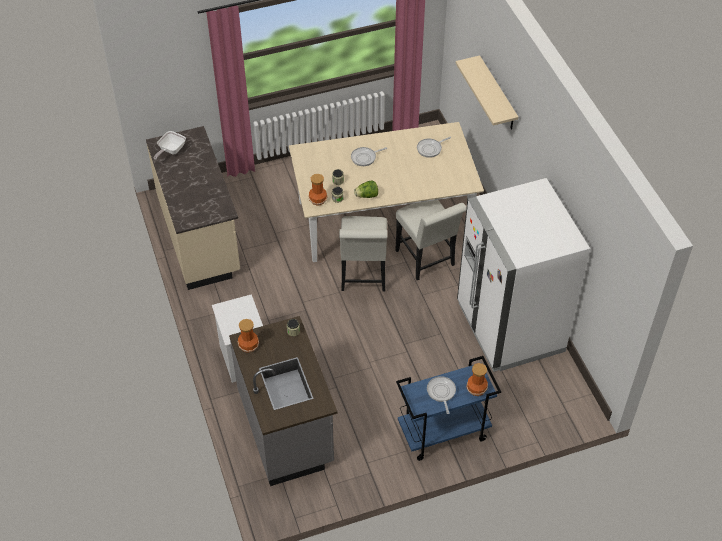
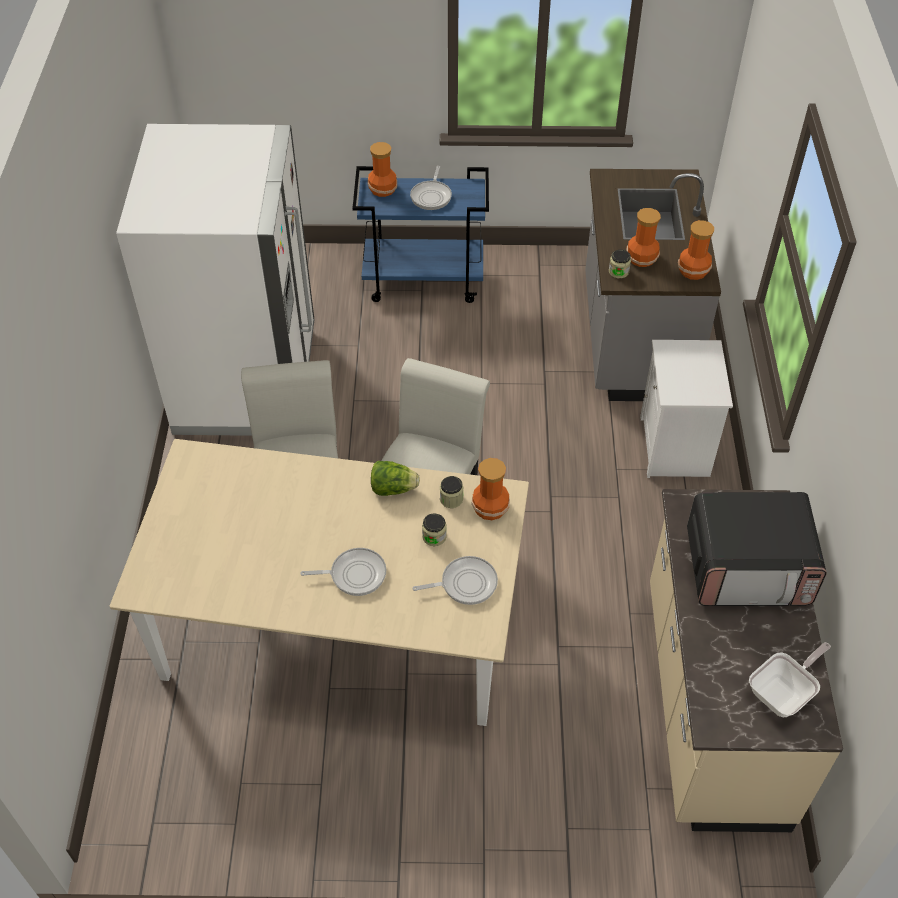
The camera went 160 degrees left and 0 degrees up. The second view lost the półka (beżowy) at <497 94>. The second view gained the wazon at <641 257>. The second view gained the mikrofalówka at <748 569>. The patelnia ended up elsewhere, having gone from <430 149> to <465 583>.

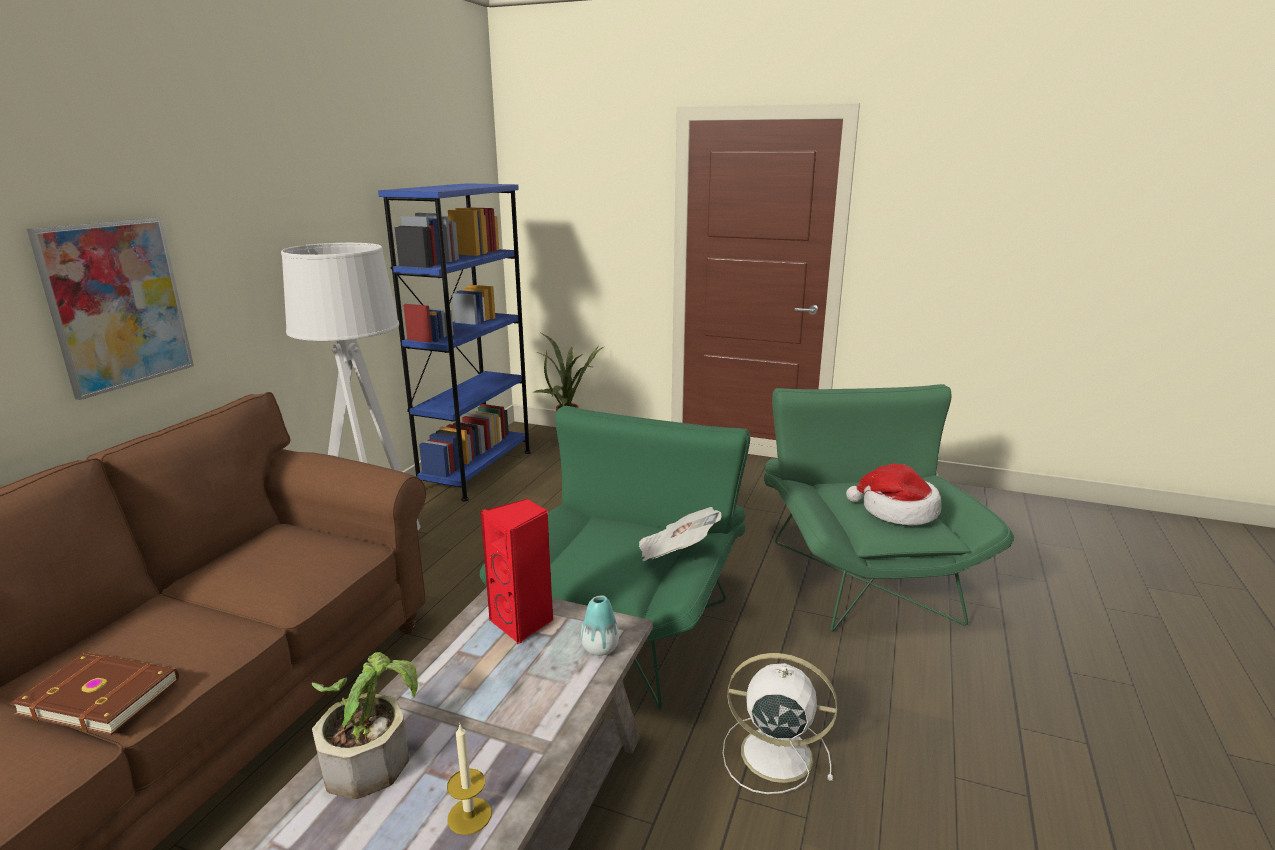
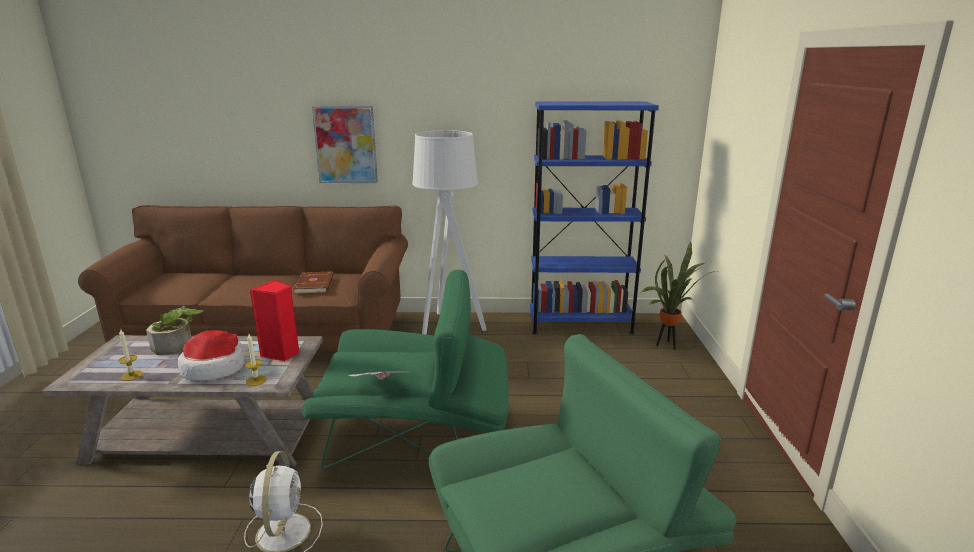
The camera went 70 degrees right and 0 degrees up. The książka (brązowy) ended up elsewhere, having gone from <101 695> to <315 285>. The kapelusz ended up elsewhere, having gone from <897 511> to <214 368>. Where the wazon stood at <600 648>, the świeca came to stand at <256 380>.

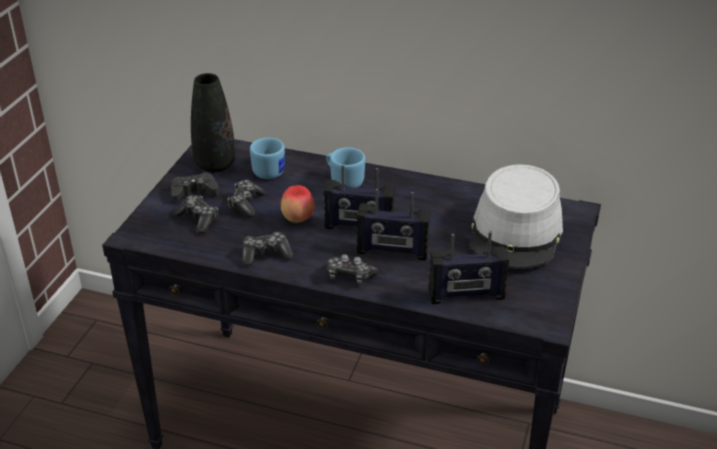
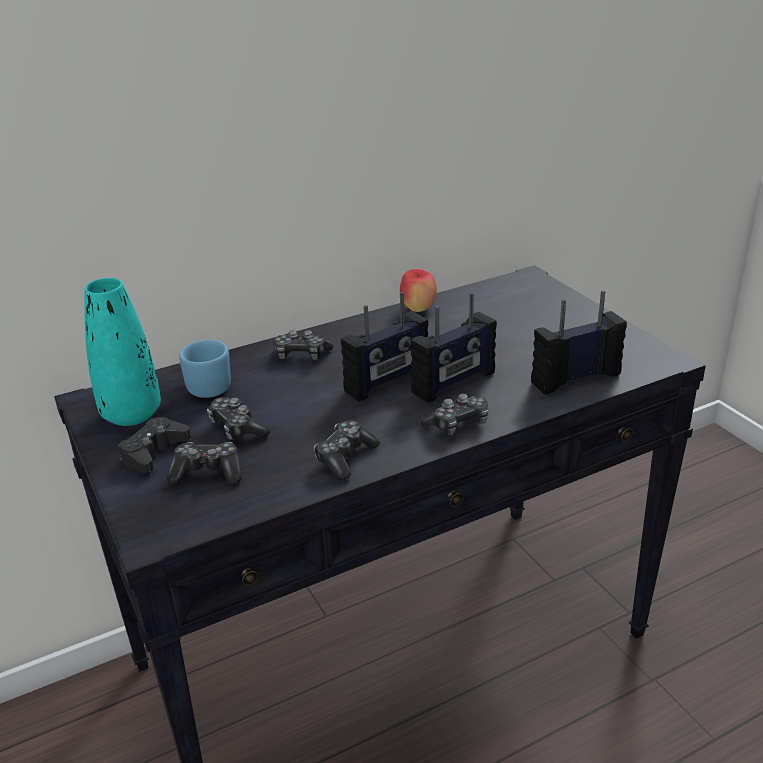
The camera went 45 degrees left and 5 degrees down. The second view lost the kapelusz (szary) at <516 232>. The jabłko ended up elsewhere, having gone from <298 219> to <418 309>. Where the kubek (niebieski) stood at <344 180>, the pad do gier came to stand at <301 355>. What was the wazon (czarny) at <215 165> turned into the wazon (turkusowy) at <132 414>. The radio at <466 295> ended up facing another way, 150 degrees counterclockwise from before.

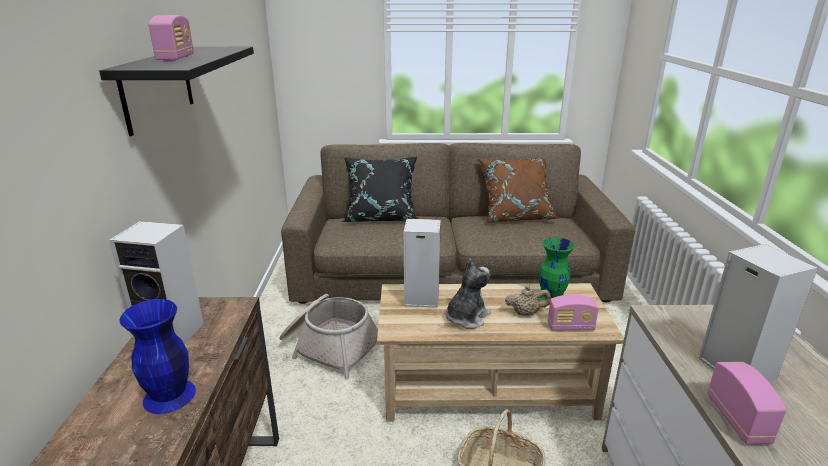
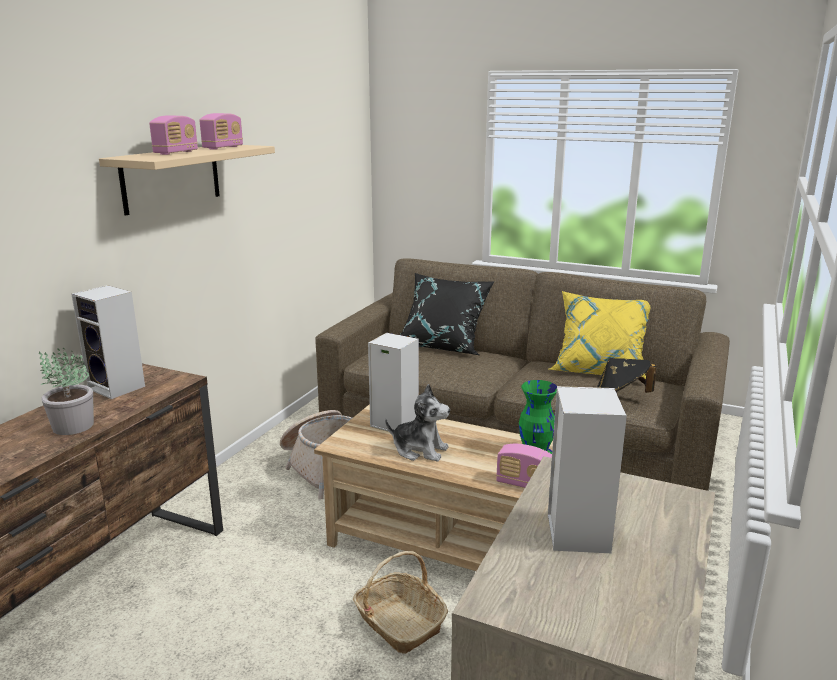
The camera went 25 degrees right and 5 degrees down. The second view lost the imbryk (beżowy) at <526 313>. The second view gained the kapelusz (czarny) at <621 396>. The radio ended up elsewhere, having gone from <737 419> to <223 148>. Where the wazon (niebieski) stood at <168 396>, the roślina doniczkowa came to stand at <72 426>. What was the półka (czarny) at <158 87> turned into the półka (beżowy) at <171 178>. What was the poduszka (brązowy) at <515 216> turned into the poduszka (żółty) at <600 370>. The pluszak at <466 318> ended up facing another way, 45 degrees clockwise from before.

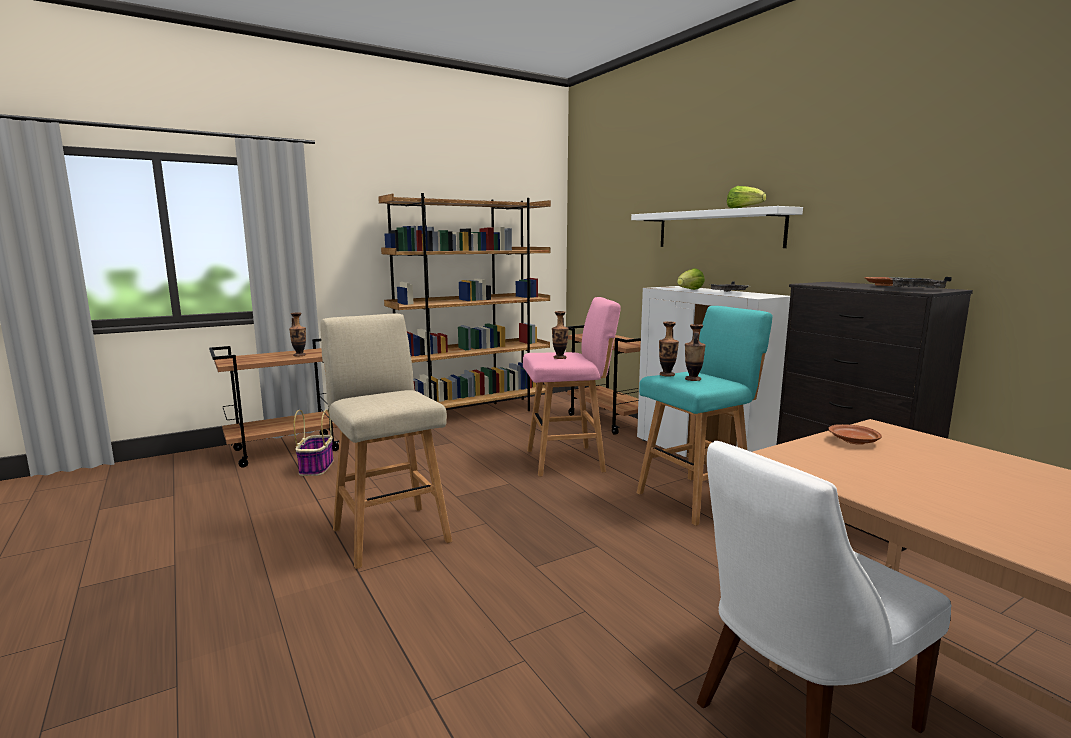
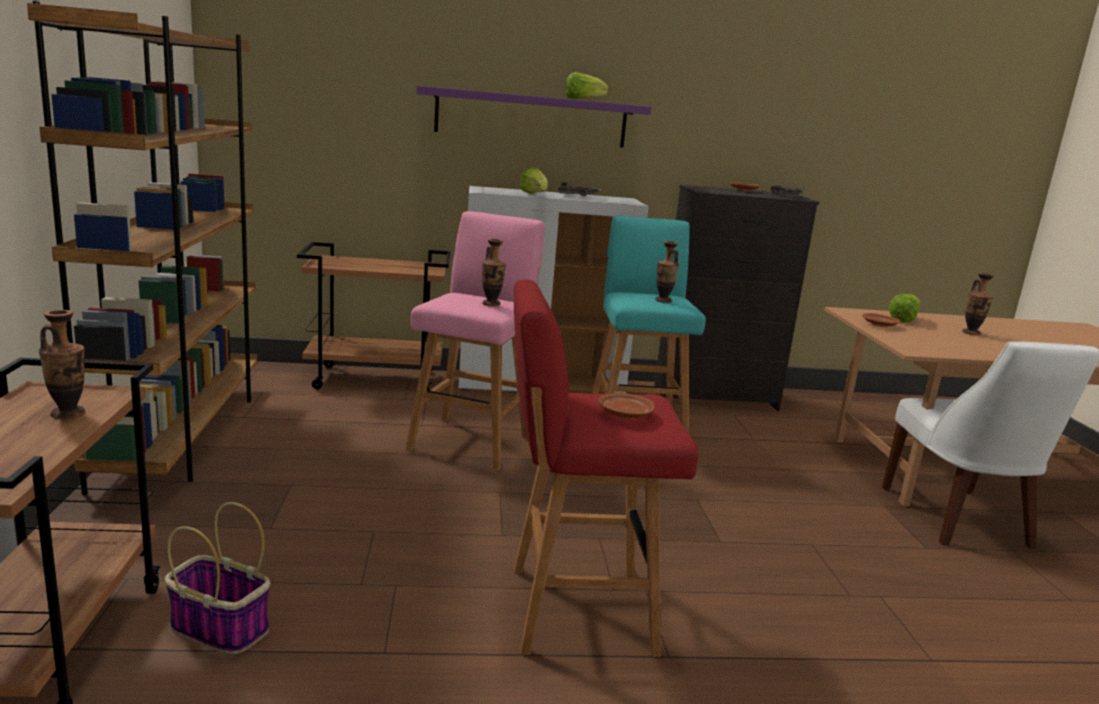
The camera went 65 degrees left and 5 degrees up. The second view gained the talerz (brązowy) at <624 414>. The second view gained the sałata at <903 320>. The wazon ended up elsewhere, having gone from <667 375> to <971 333>. What was the stołek (beżowy) at <390 533> turned into the stołek (czerwony) at <574 609>. What was the półka (biały) at <718 229> turned into the półka (fioletowy) at <531 118>.

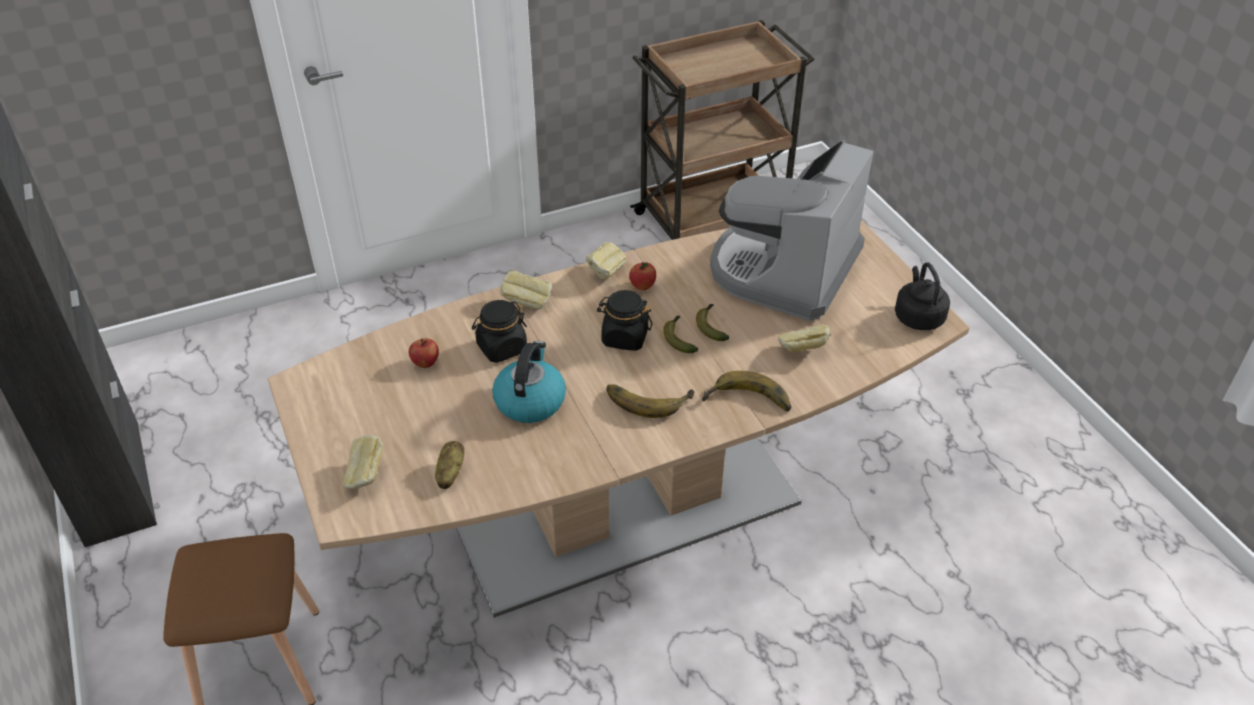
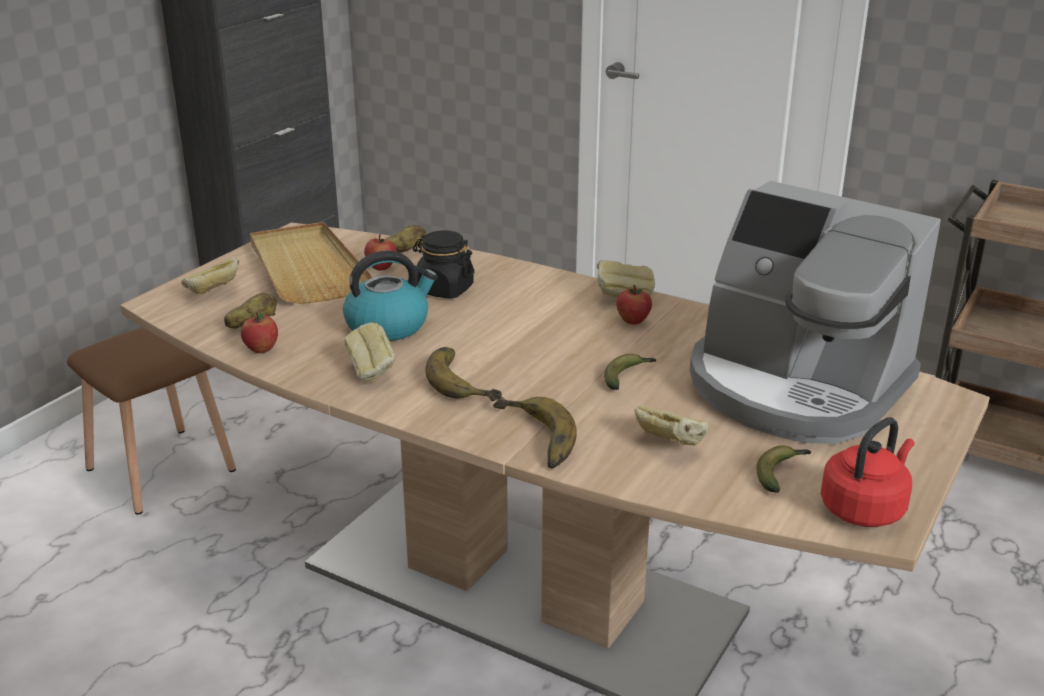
The camera went 55 degrees right and 15 degrees down. The second view lost the słoik (czarny) at <624 337>. The second view gained the jabłko at <261 349>. The second view gained the taca (beżowy) at <306 268>. The second view gained the ziemniak at <403 252>. The chleb ended up elsewhere, having gone from <527 303> to <372 373>. The banan ended up elsewhere, having gone from <679 338> to <781 473>. What was the czajnik (czarny) at <918 316> turned into the czajnik (czerwony) at <865 508>. The ekspres do kawy at <784 269> ended up facing another way, 135 degrees counterclockwise from before.

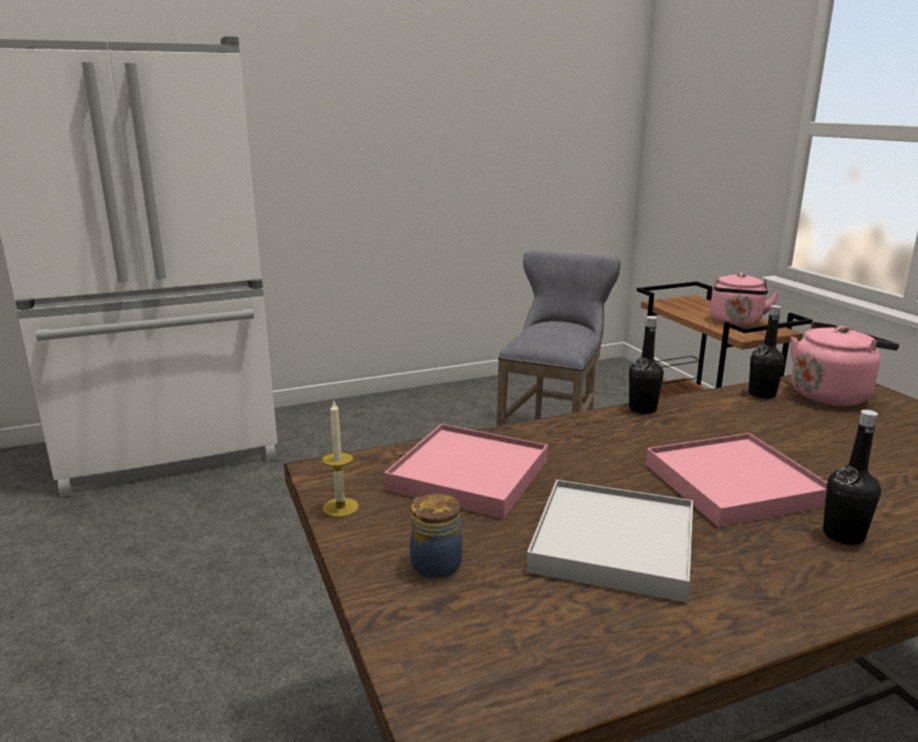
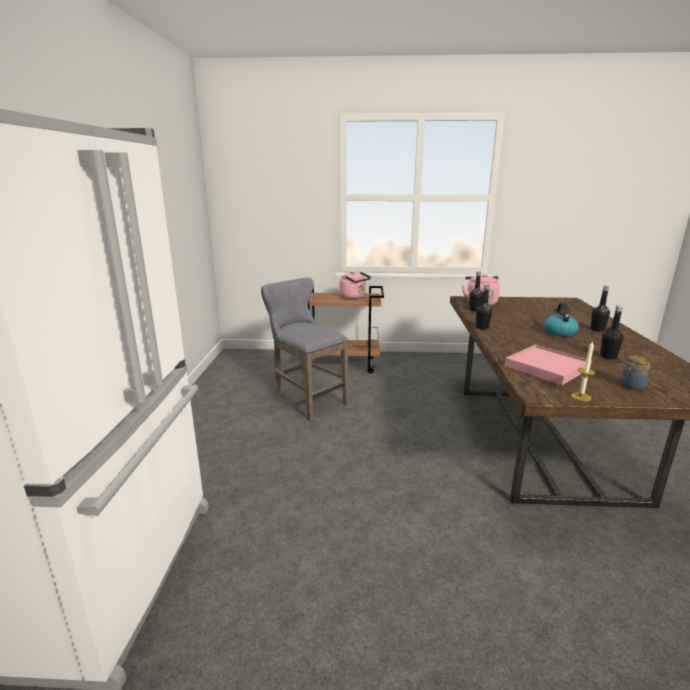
The camera went 65 degrees left and 0 degrees up. Where the taca (biały) stood at <613 543>, the butelka (czarny) came to stand at <608 357>. Where the taca (różowy) stood at <733 484>, the czajnik came to stand at <559 332>.

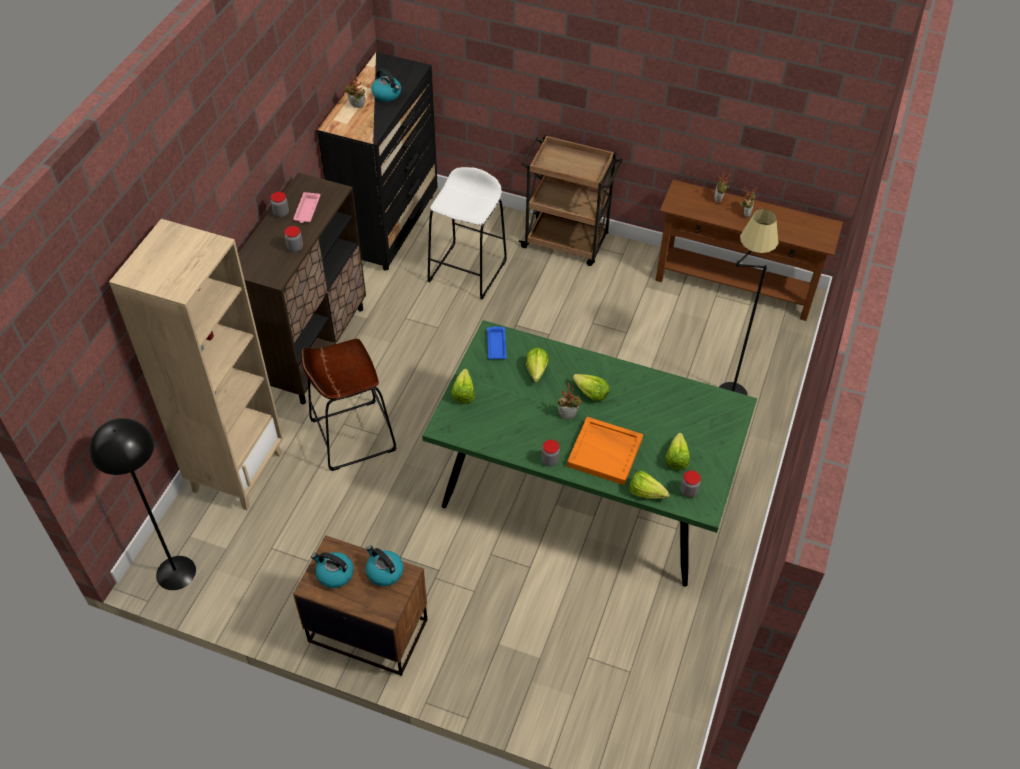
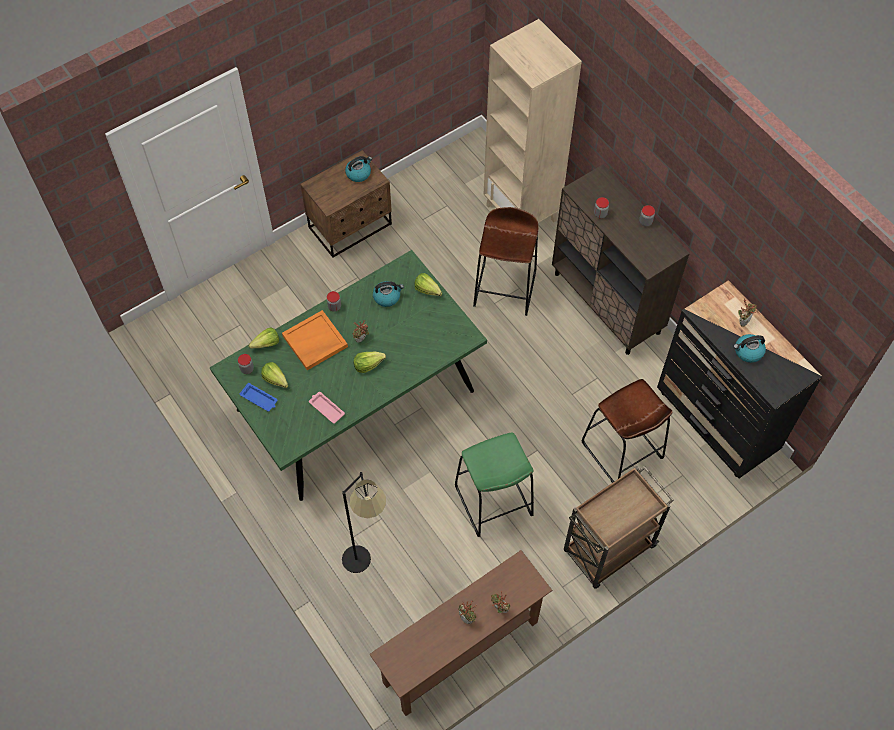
The camera went 125 degrees right and 10 degrees up. The second view lost the lampa stojąca (czarny) at <175 572>. The second view lost the sałata at <535 373>. The second view gained the stołek (zielony) at <493 501>. The taca (różowy) ended up elsewhere, having gone from <307 210> to <326 408>. The czajnik ended up elsewhere, having gone from <384 572> to <387 297>. The taca (niebieski) ended up elsewhere, having gone from <496 344> to <259 399>. What was the stołek (biały) at <468 271> turned into the stołek (brązowy) at <622 451>.

